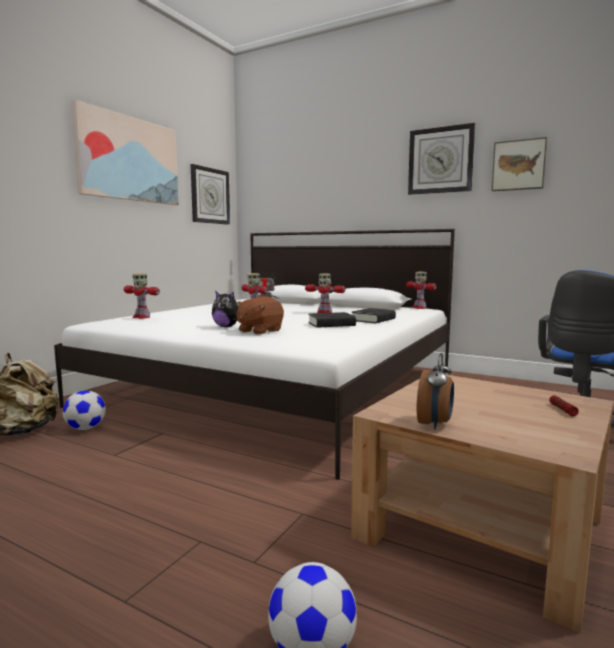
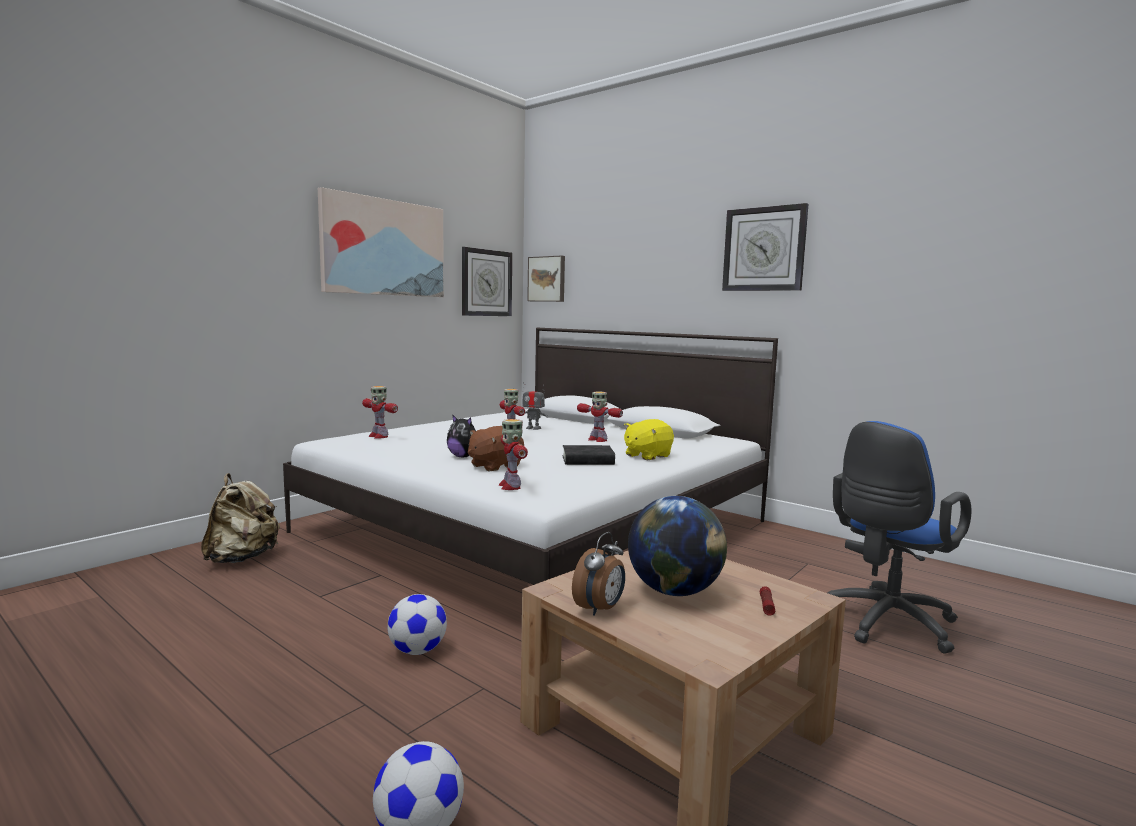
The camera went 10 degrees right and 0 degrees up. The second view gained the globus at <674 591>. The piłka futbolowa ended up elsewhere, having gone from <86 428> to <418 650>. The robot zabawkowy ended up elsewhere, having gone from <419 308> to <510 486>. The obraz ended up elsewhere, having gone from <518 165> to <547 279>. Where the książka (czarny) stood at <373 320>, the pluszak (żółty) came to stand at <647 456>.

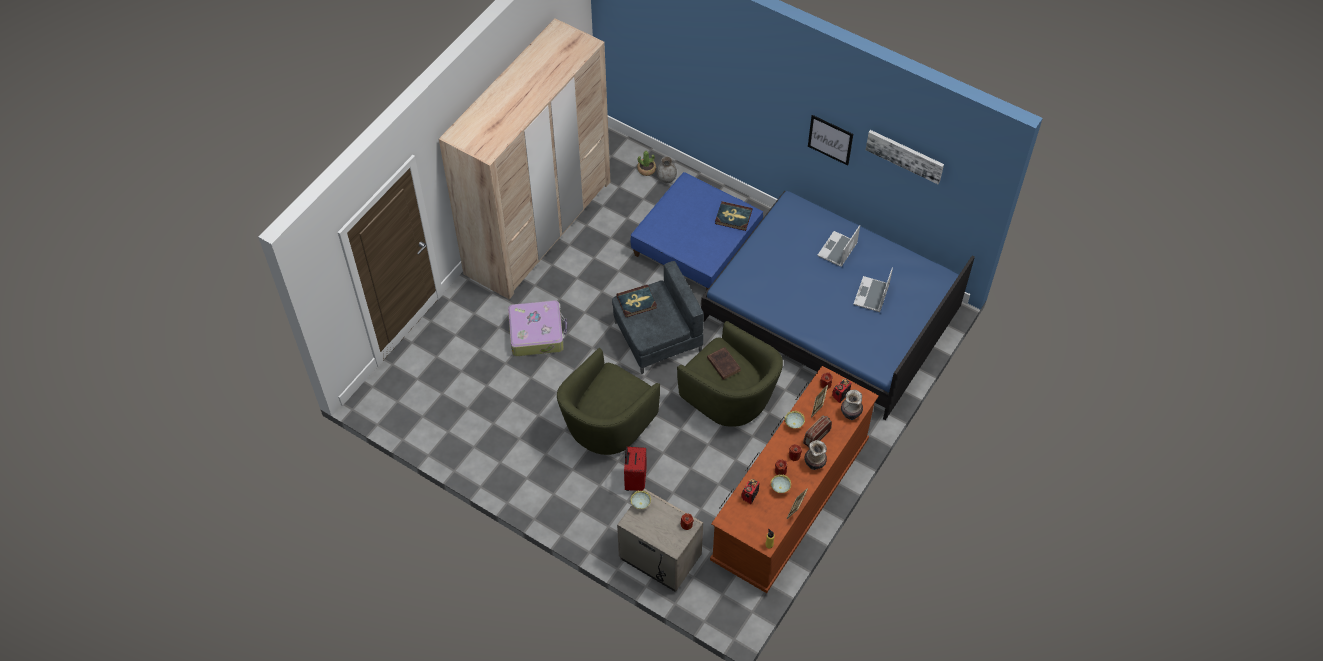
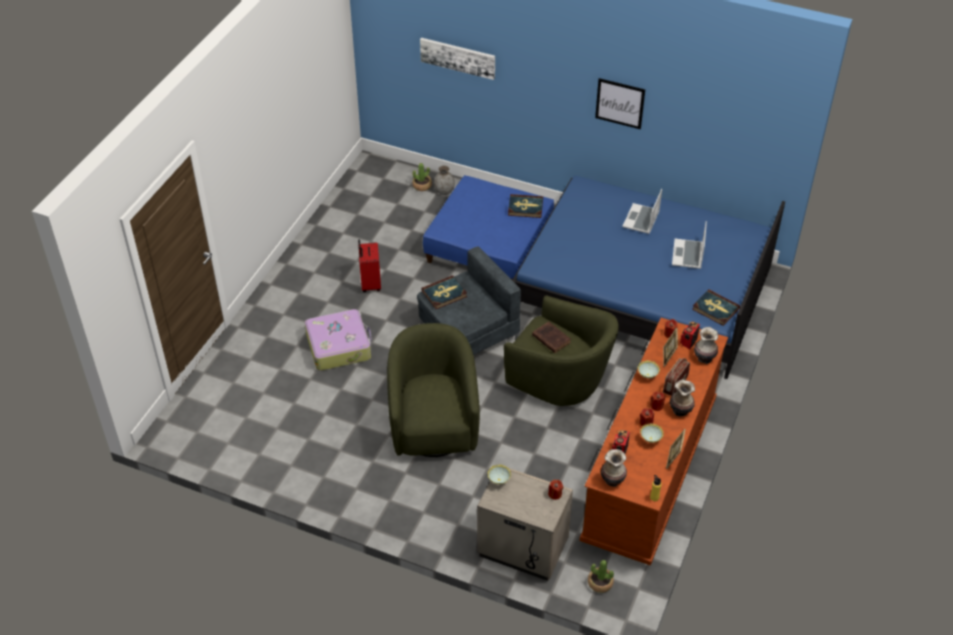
The camera went 10 degrees left and 10 degrees down. The second view lost the szafa (beżowy) at <539 227>. The second view gained the roślina doniczkowa at <600 583>. The second view gained the wazon at <613 480>. The second view gained the książka at <715 309>. The walizka (czerwony) ended up elsewhere, having gone from <634 480> to <370 284>. The obraz ended up elsewhere, having gone from <905 155> to <458 57>. The fotel (zielony) at <607 425> ended up facing another way, 150 degrees clockwise from before.

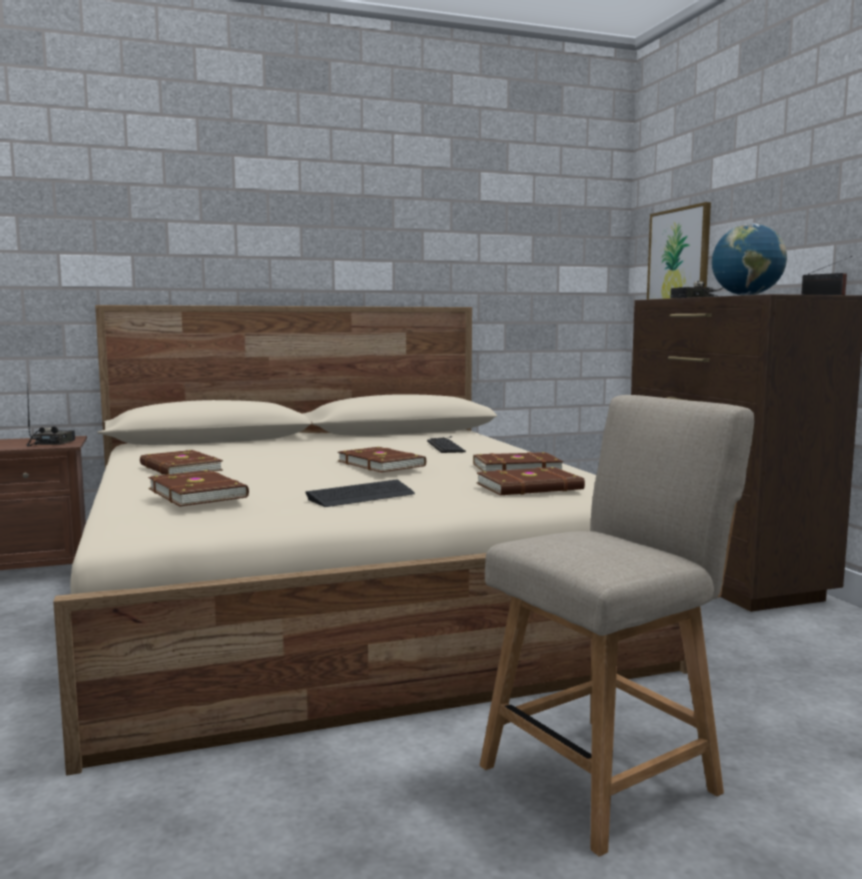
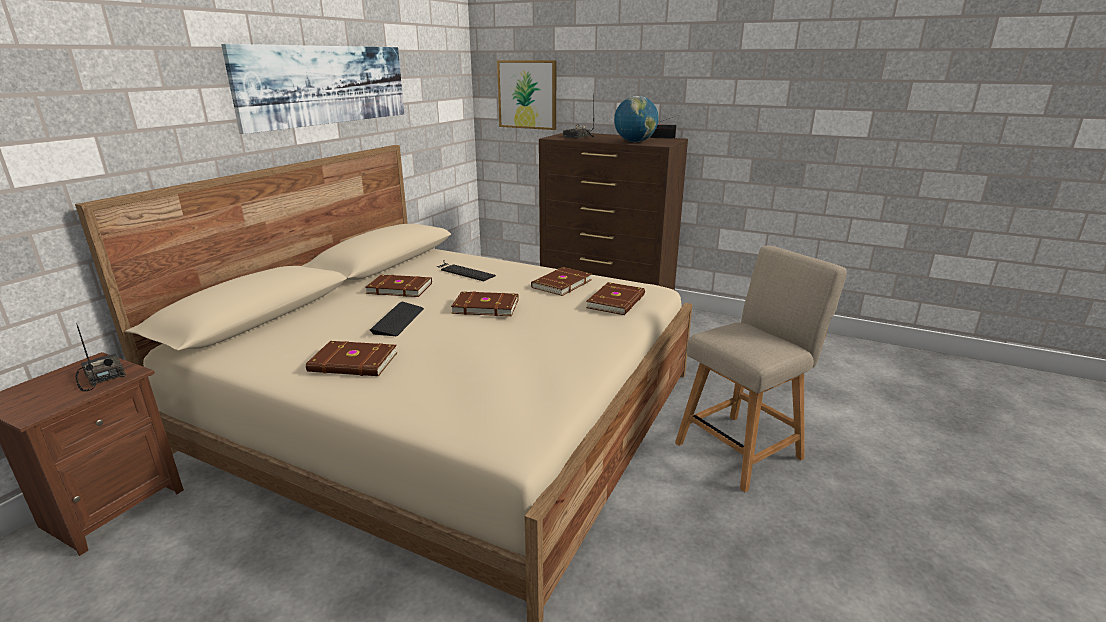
The camera went 45 degrees left and 15 degrees up. The second view gained the obraz at <326 85>. The książka (brązowy) ended up elsewhere, having gone from <199 493> to <399 288>. The klawiatura ended up elsewhere, having gone from <361 496> to <398 320>. The krzesło (beżowy) at <607 775> ended up facing another way, 45 degrees clockwise from before.

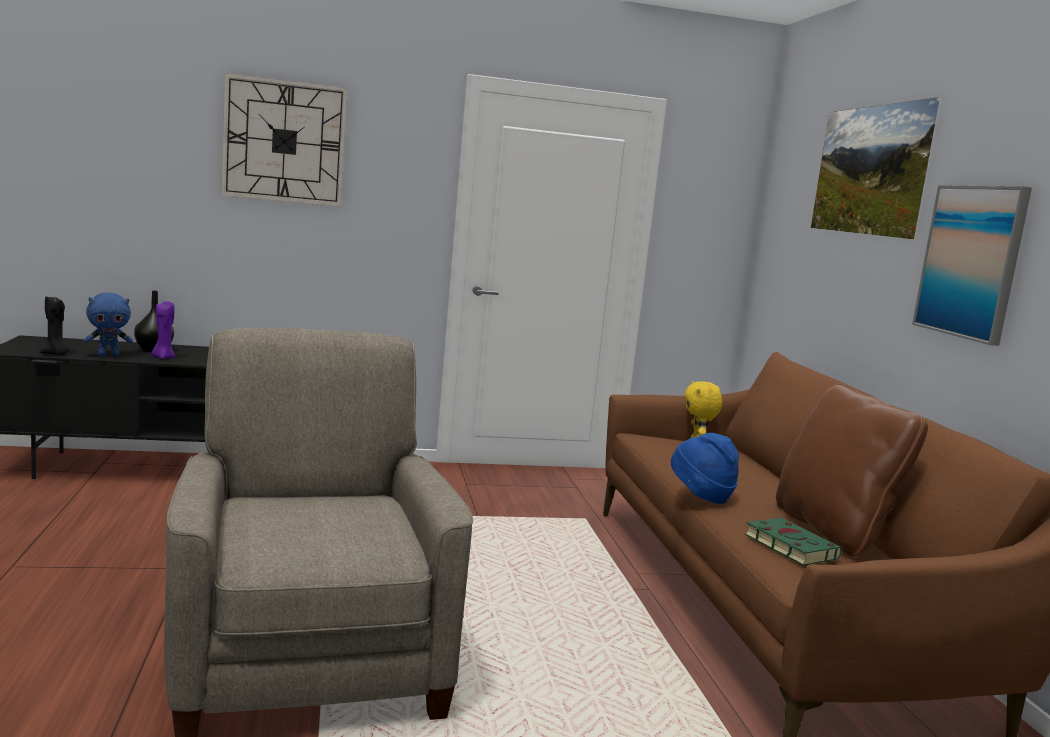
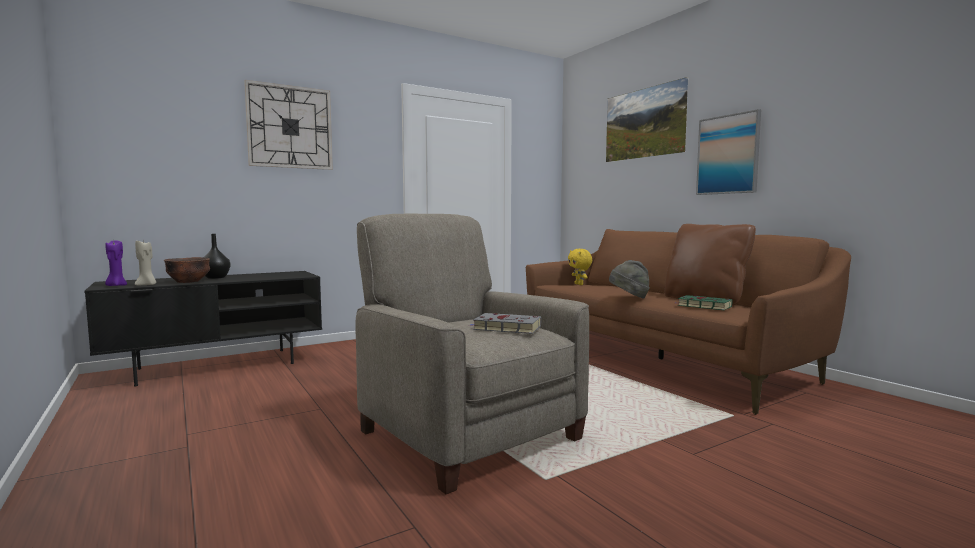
The camera went 20 degrees left and 5 degrees down. The second view gained the książka (szary) at <505 328>. The świeca (fioletowy) ended up elsewhere, having gone from <163 357> to <116 285>. Where the pluszak (niebieski) stood at <108 355>, the miska (brązowy) came to stand at <189 282>. What was the świeca (czarny) at <55 354> turned into the świeca (beżowy) at <147 285>. What was the kapelusz (niebieski) at <701 496> turned into the kapelusz (szary) at <629 297>.

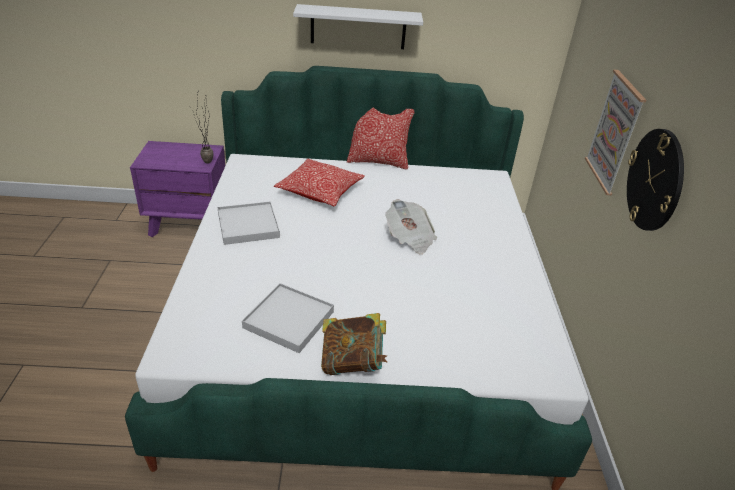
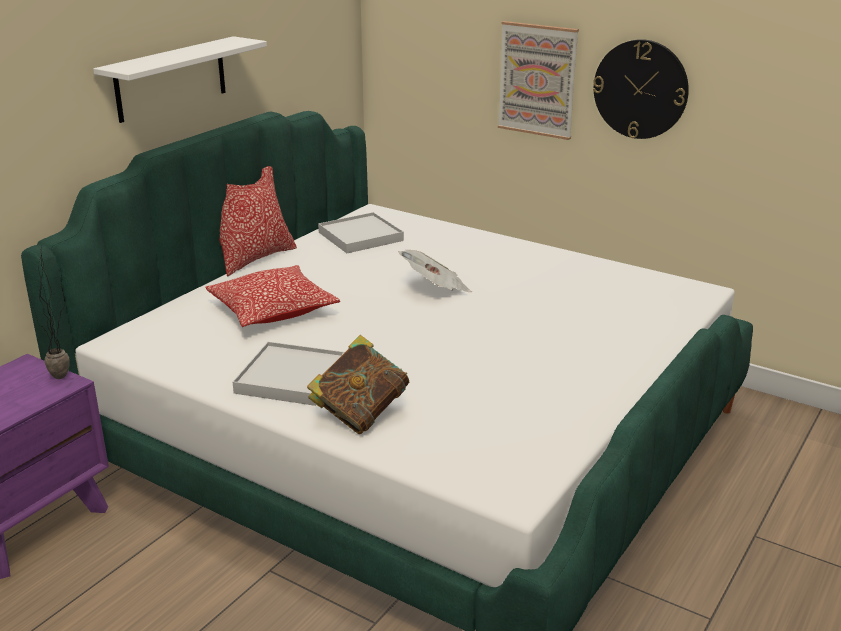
The camera went 55 degrees left and 10 degrees down. The taca (biały) ended up elsewhere, having gone from <289 319> to <360 236>. The książka ended up elsewhere, having gone from <352 362> to <360 414>.

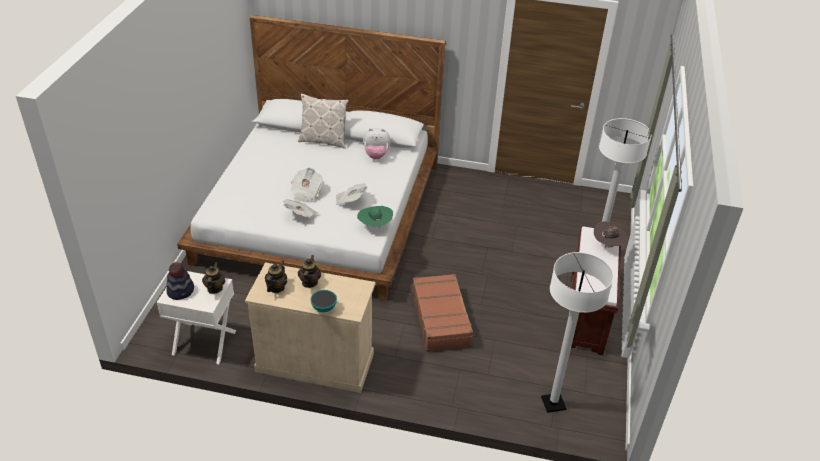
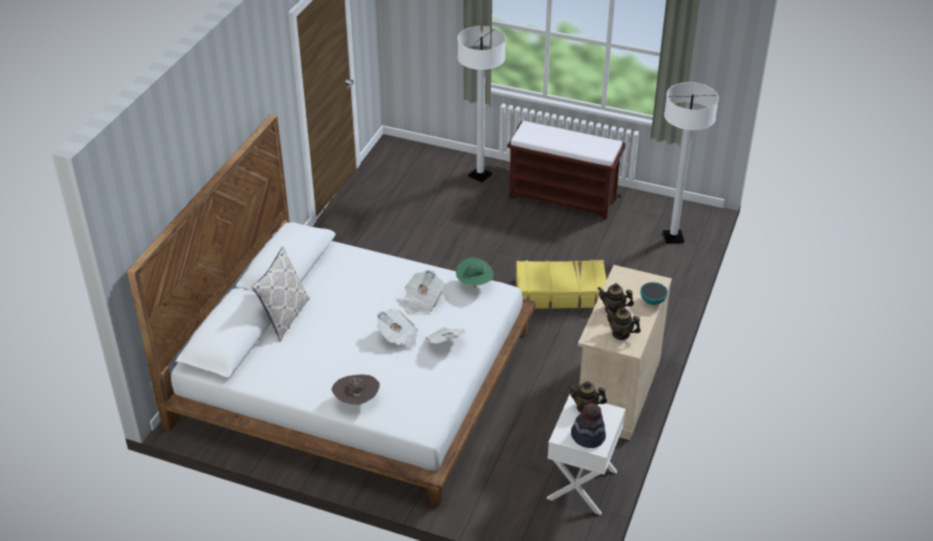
The camera went 80 degrees left and 0 degrees up. The second view lost the pluszak at <376 155>. The kapelusz (brązowy) ended up elsewhere, having gone from <608 245> to <356 400>. What was the walizka (brązowy) at <441 319> turned into the walizka (żółty) at <560 292>.

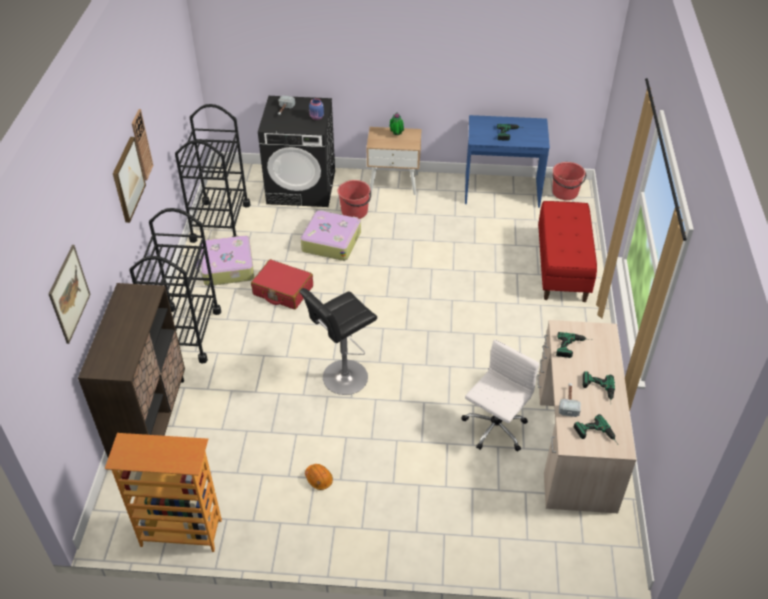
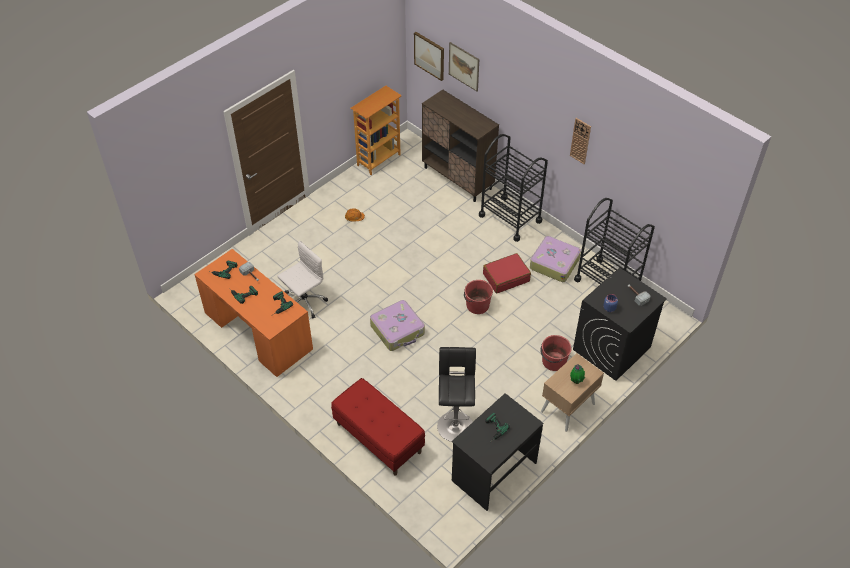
The camera went 130 degrees right and 5 degrees up. The obraz ended up elsewhere, having gone from <127 179> to <429 55>. The stołek (czarny) ended up elsewhere, having gone from <342 379> to <455 424>. The walizka ended up elsewhere, having gone from <331 241> to <398 330>. The wiadro (czerwony) ended up elsewhere, having gone from <565 193> to <477 305>. What was the biurko (niebieski) at <501 191> turned into the biurko (czarny) at <493 471>. What was the biurko (beżowy) at <574 440> turned into the biurko (pomarańczowy) at <258 330>. The krzesło biurowe (biały) at <494 429> ended up facing another way, 120 degrees counterclockwise from before.

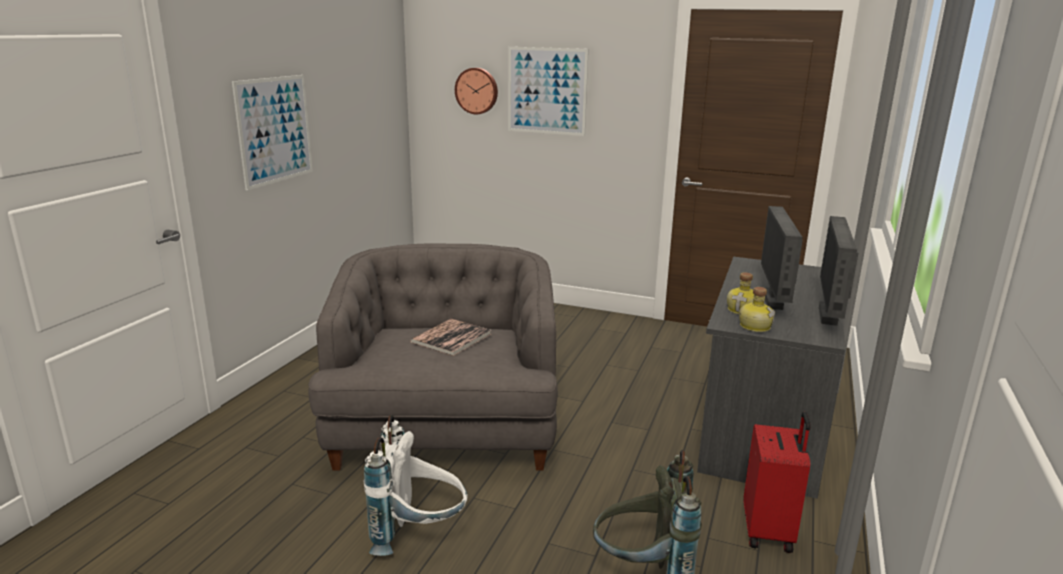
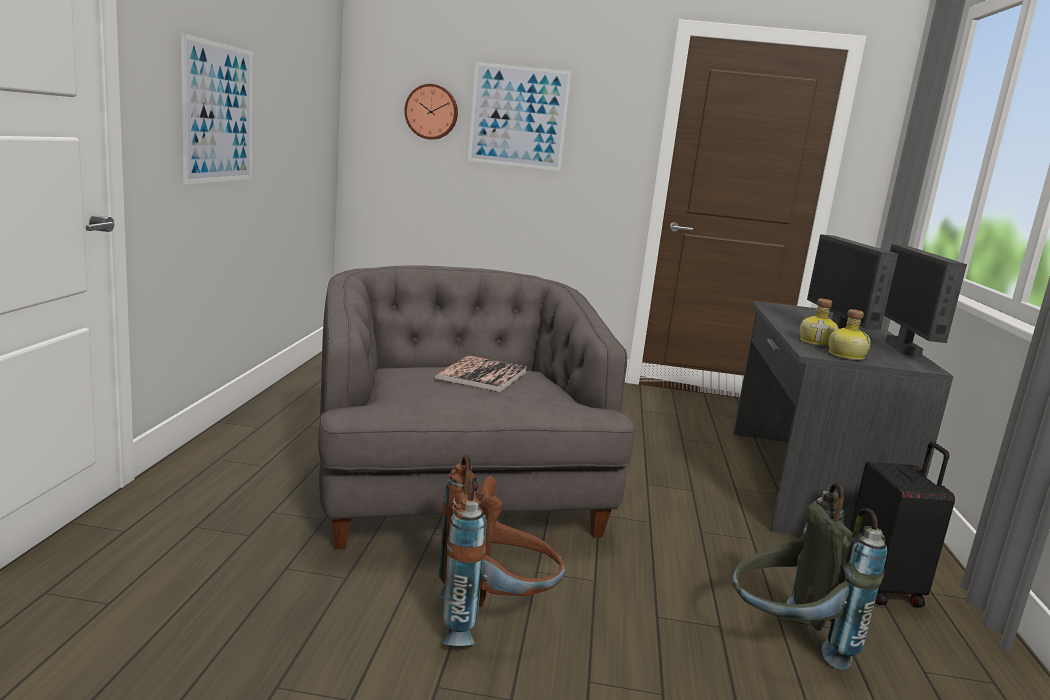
The camera went 15 degrees left and 5 degrees down. What was the plecak (biały) at <419 535> turned into the plecak (brązowy) at <493 619>. What was the walizka (czerwony) at <769 531> turned into the walizka (czarny) at <884 587>.

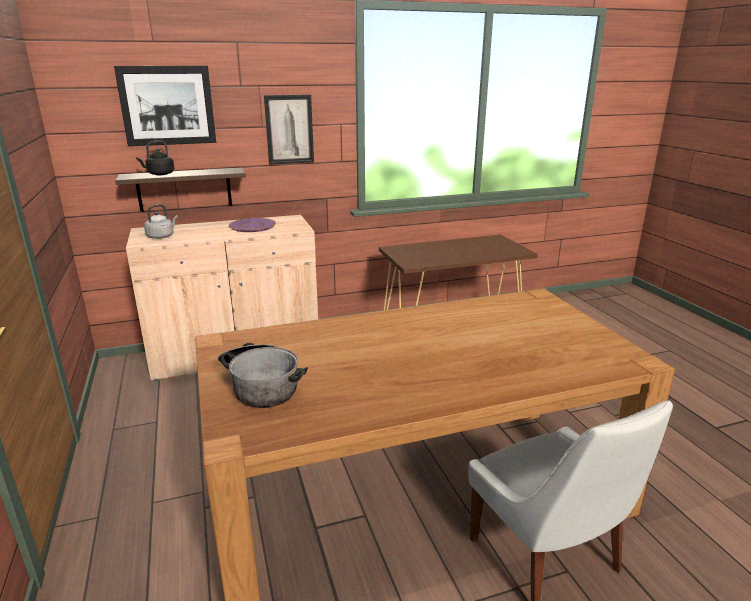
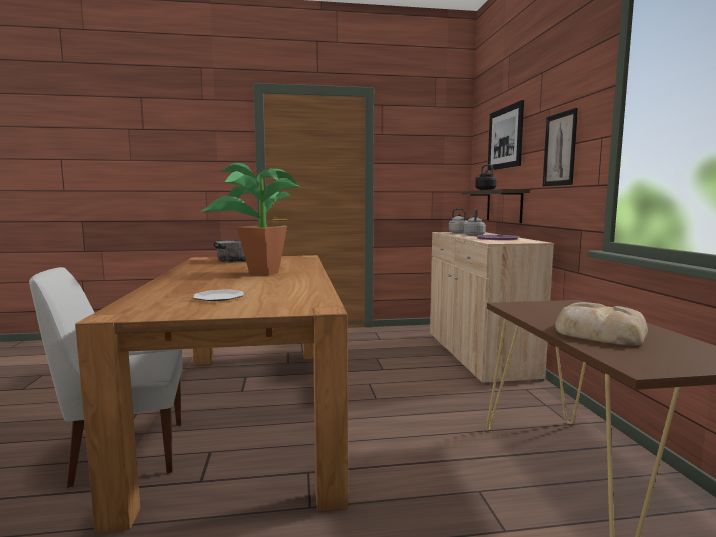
The camera went 100 degrees right and 15 degrees down. The second view gained the talerz at <218 297>. The second view gained the roślina doniczkowa at <258 273>. The second view gained the czajnik (szary) at <474 235>. The second view gained the chleb at <598 332>.

